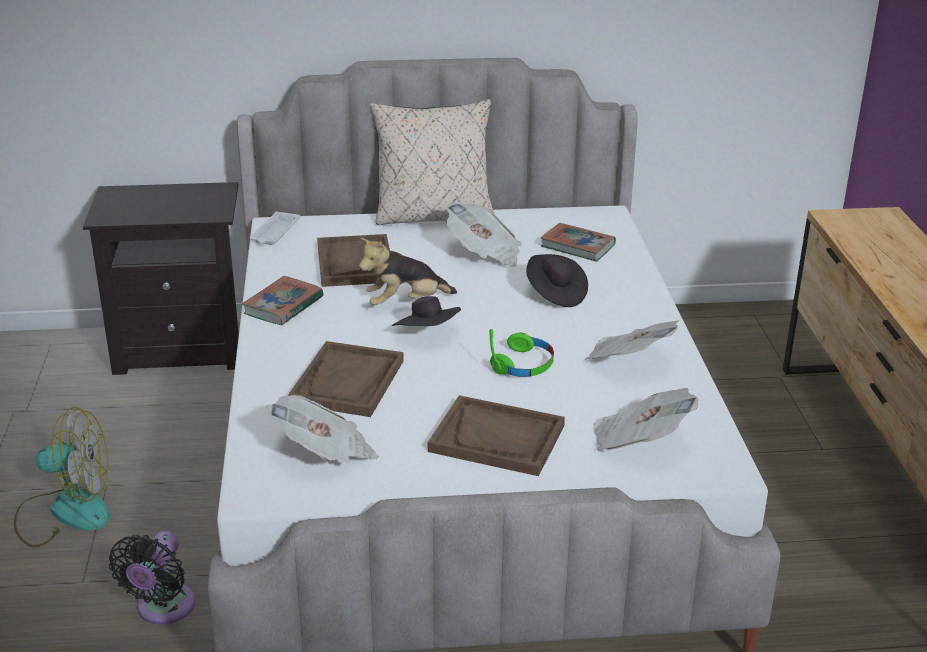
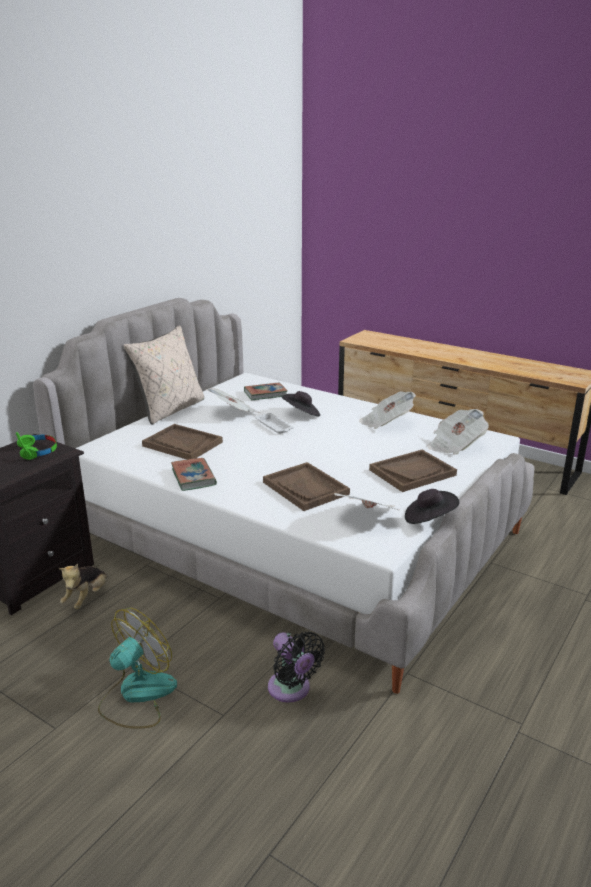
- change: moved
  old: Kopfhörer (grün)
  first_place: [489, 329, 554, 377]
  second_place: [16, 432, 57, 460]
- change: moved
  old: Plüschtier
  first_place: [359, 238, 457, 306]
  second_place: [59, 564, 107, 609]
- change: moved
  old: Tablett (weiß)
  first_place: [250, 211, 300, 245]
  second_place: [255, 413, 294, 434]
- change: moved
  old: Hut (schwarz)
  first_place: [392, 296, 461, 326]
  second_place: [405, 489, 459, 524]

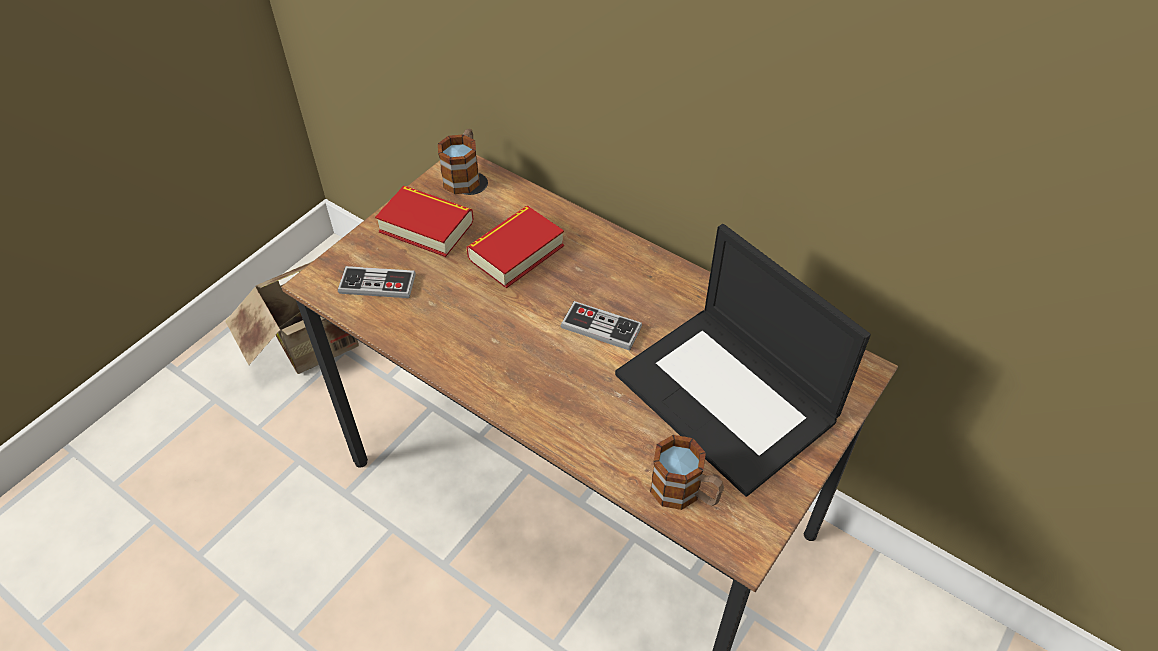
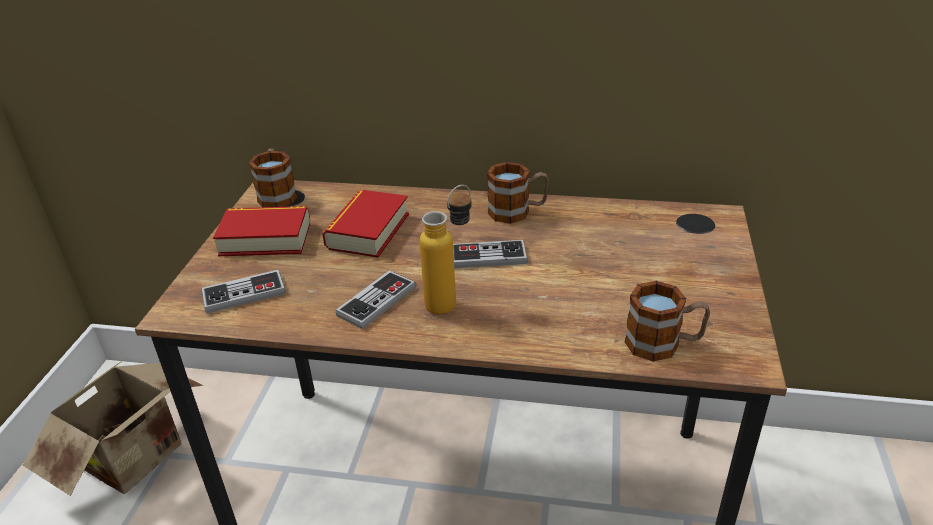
- change: added
  new: Gamepad
  second_place: [336, 270, 416, 329]
- change: added
  new: Flasche
  second_place: [419, 185, 471, 315]
- change: added
  new: Henkelbecher
  second_place: [487, 162, 549, 224]
- change: removed
  old: Laptop
  first_place: [615, 224, 871, 497]

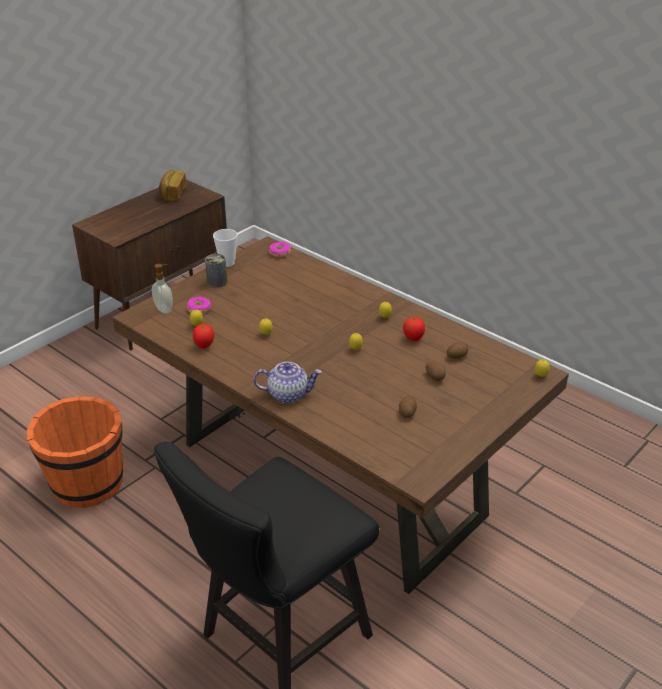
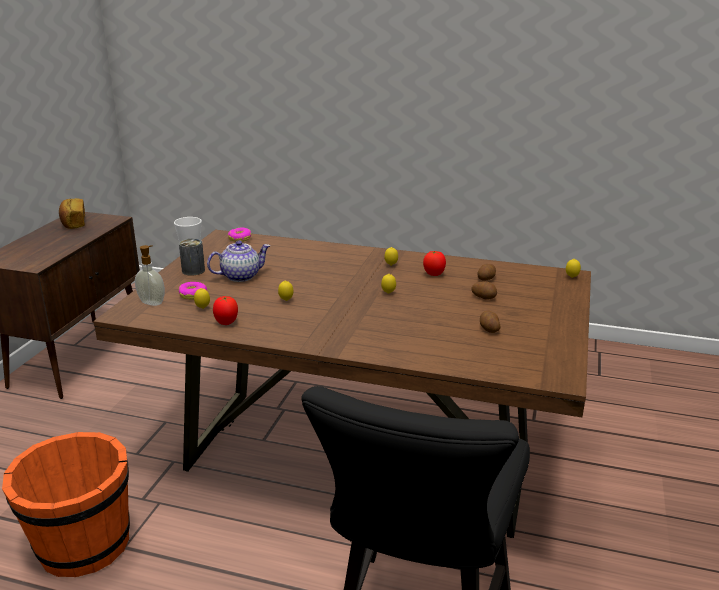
- change: moved
  old: Teekanne
  first_place: [253, 362, 322, 404]
  second_place: [207, 240, 270, 282]

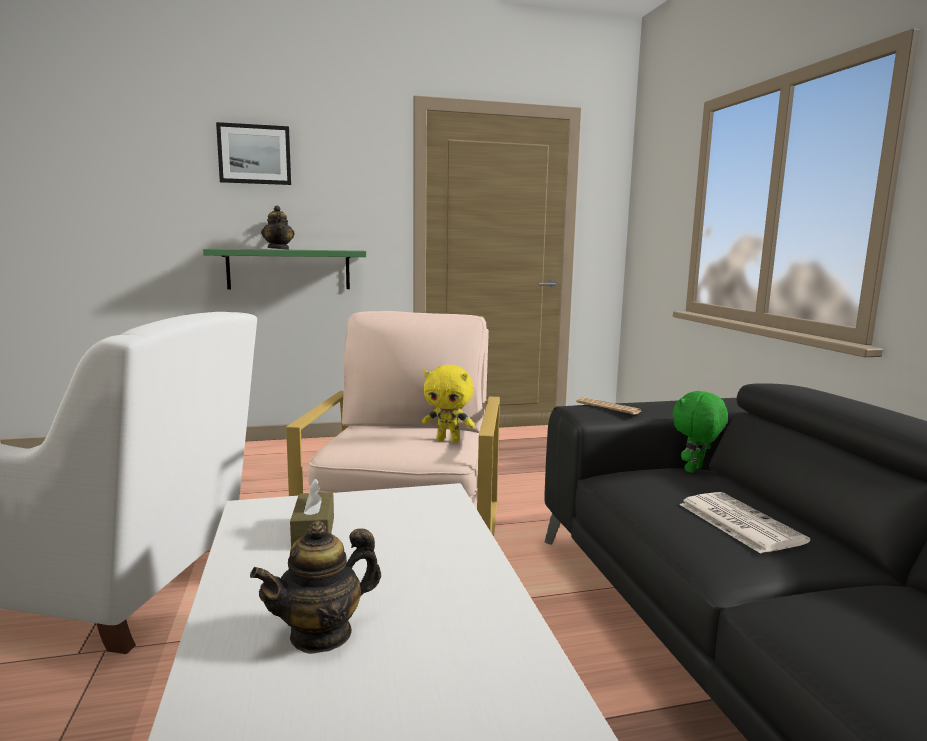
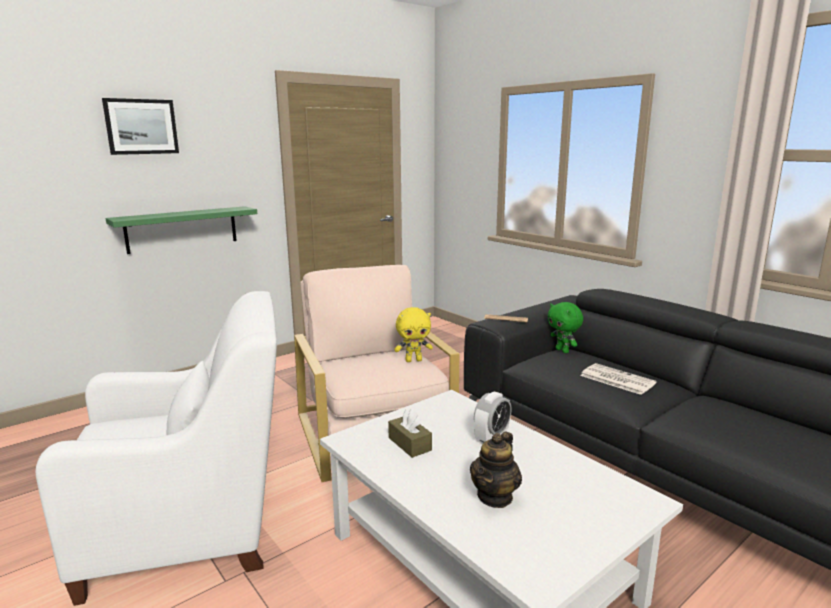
- change: added
  new: Wecker
  second_place: [474, 392, 512, 442]
- change: turned
  old: Plüschtier (grün)
  first_place: [673, 391, 728, 473]
  second_place: [547, 302, 583, 353]
  degrees: -45
- change: removed
  old: Teekanne
  first_place: [261, 205, 294, 250]

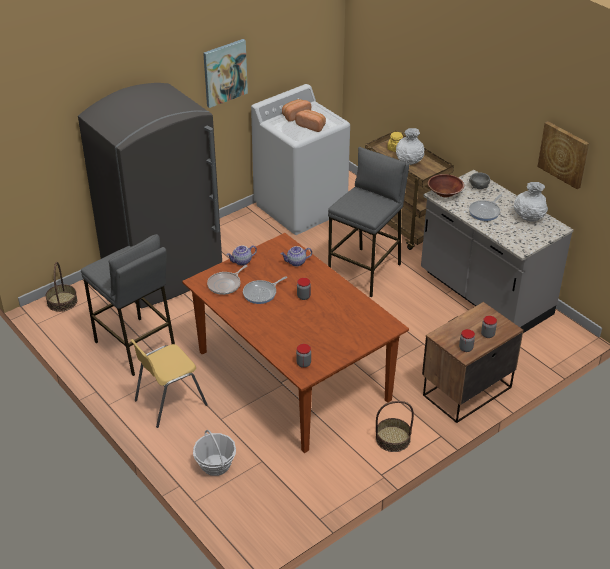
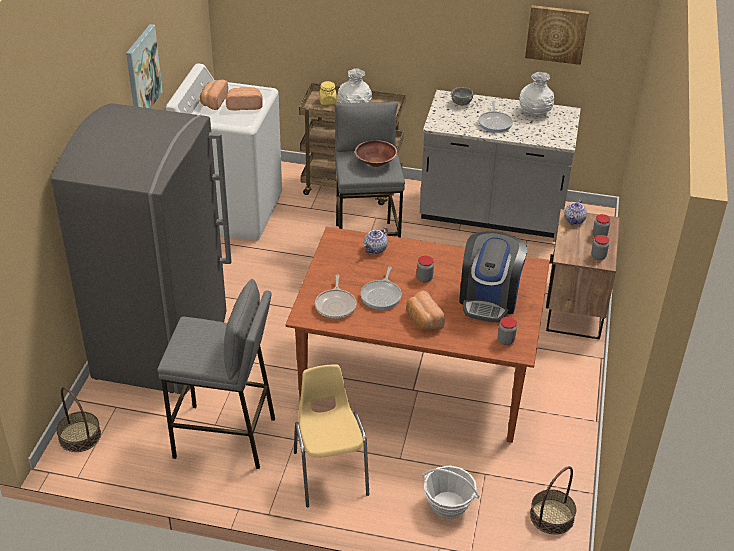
- change: turned
  old: Stuhl (gelb)
  first_place: [130, 339, 207, 428]
  second_place: [294, 365, 369, 507]
  degrees: 150
- change: moved
  old: Schüssel (braun)
  first_place: [428, 174, 464, 197]
  second_place: [355, 140, 397, 167]
- change: added
  new: Brot
  second_place: [406, 291, 445, 330]
- change: added
  new: Kaffeemaschine
  second_place: [459, 231, 527, 322]
- change: moved
  old: Korb
  first_place: [376, 401, 414, 452]
  second_place: [530, 466, 576, 534]
- change: moved
  old: Teekanne
  first_place: [227, 245, 257, 266]
  second_place: [564, 199, 587, 225]

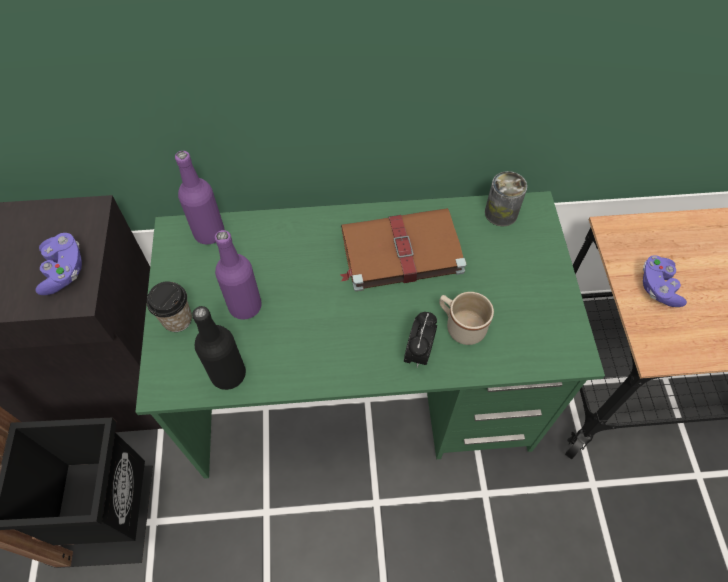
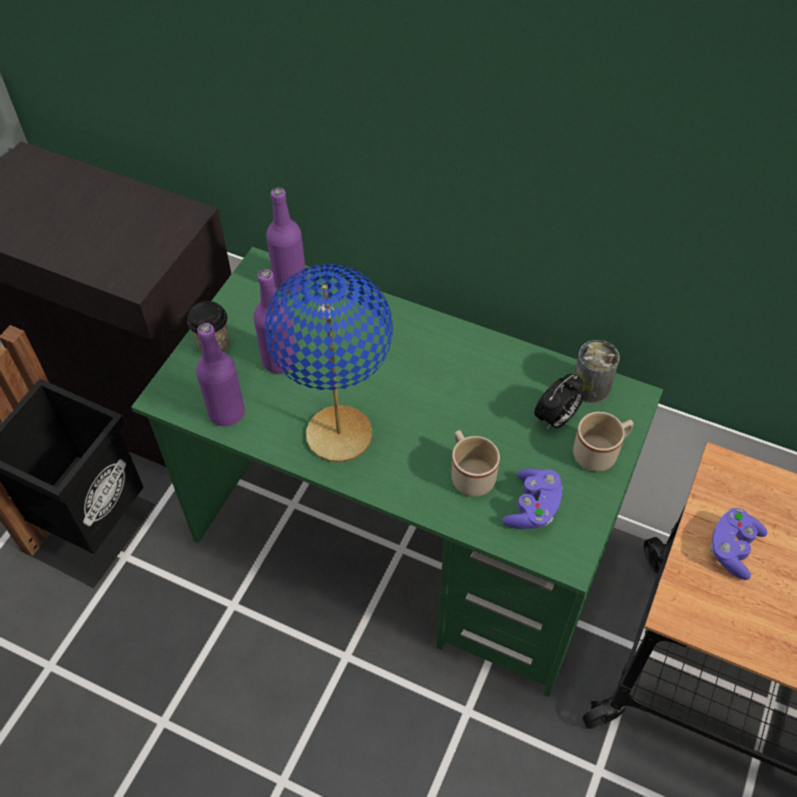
- change: recoloured
  old: Flasche (schwarz)
  new: Flasche (lila)
  first_place: [192, 306, 246, 390]
  second_place: [196, 323, 245, 426]
- change: added
  new: Tischlampe (blau)
  second_place: [265, 264, 393, 462]
- change: moved
  old: Gamepad (lila)
  first_place: [36, 233, 82, 295]
  second_place: [502, 468, 563, 529]
- change: moved
  old: Wecker
  first_place: [404, 312, 437, 367]
  second_place: [534, 374, 584, 430]
- change: added
  new: Henkelbecher (beige)
  second_place: [573, 412, 633, 472]
- change: removed
  old: Buch (braun)
  first_place: [340, 208, 467, 291]

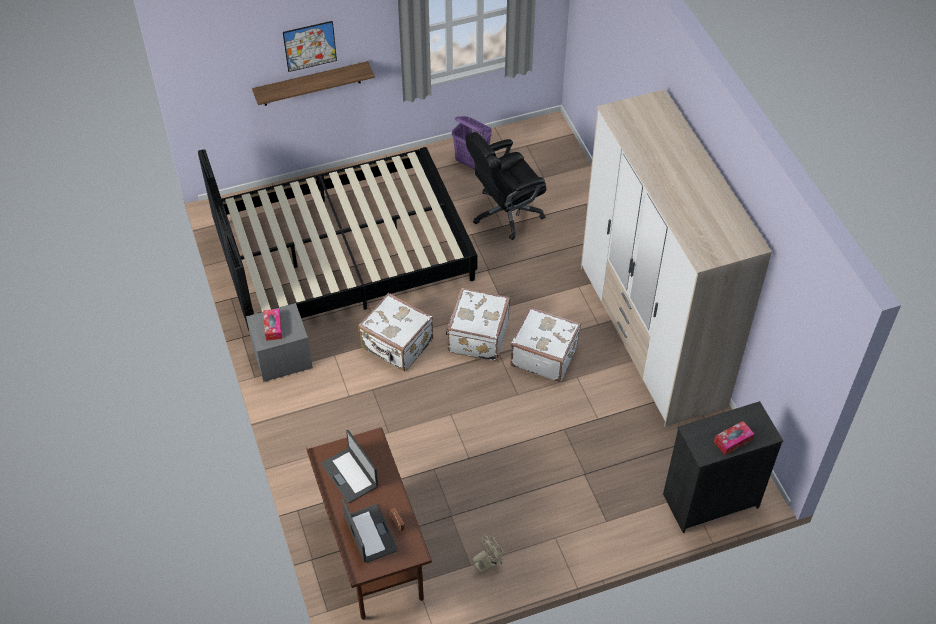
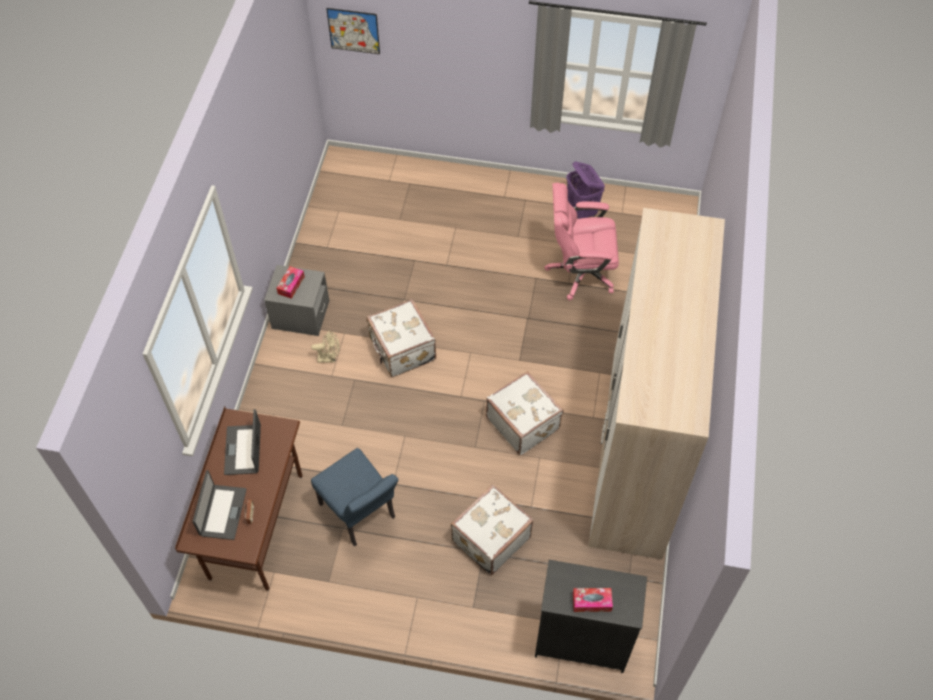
- change: moved
  old: Ventilator (beige)
  first_place: [472, 534, 504, 574]
  second_place: [311, 330, 339, 363]
- change: added
  new: Stuhl (blau)
  second_place: [311, 448, 399, 546]
- change: moved
  old: Bild
  first_place: [283, 21, 337, 72]
  second_place: [326, 8, 380, 54]
- change: moved
  old: Koffer (weiß)
  first_place: [446, 288, 510, 361]
  second_place: [451, 484, 534, 575]
- change: recoloured
  old: Bürostuhl (schwarz)
  new: Bürostuhl (rosa)
  first_place: [465, 132, 546, 240]
  second_place: [544, 183, 619, 300]
- change: removed
  old: Bett (schwarz)
  first_place: [198, 147, 478, 331]
- change: removed
  old: Wandregal
  first_place: [252, 61, 375, 106]

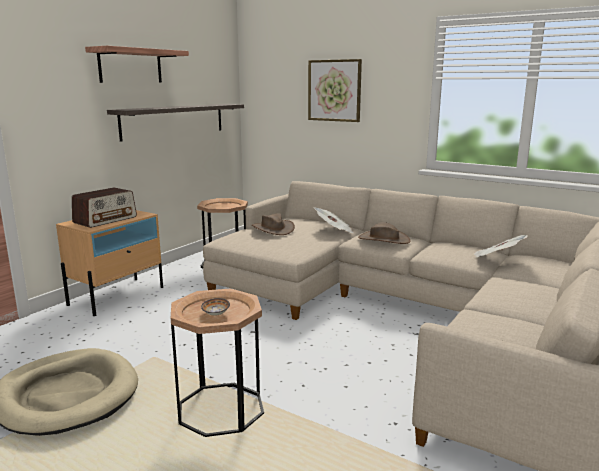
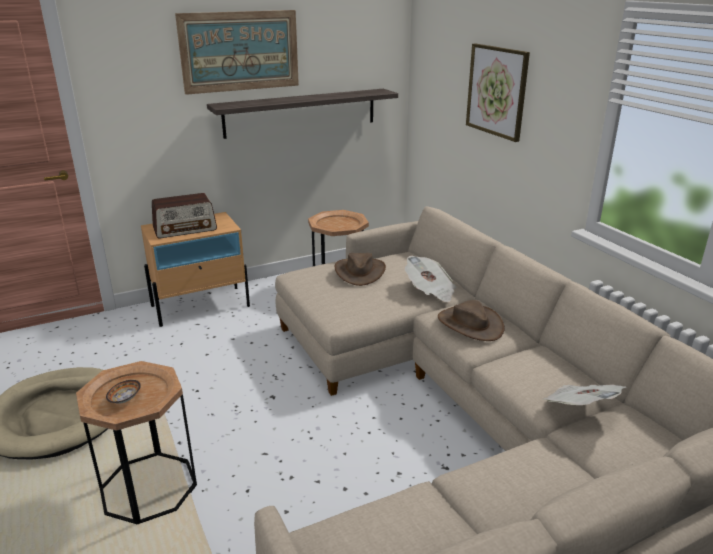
- change: replaced
  old: Wandregal
  new: Bild
  first_place: [85, 46, 189, 83]
  second_place: [175, 10, 299, 95]

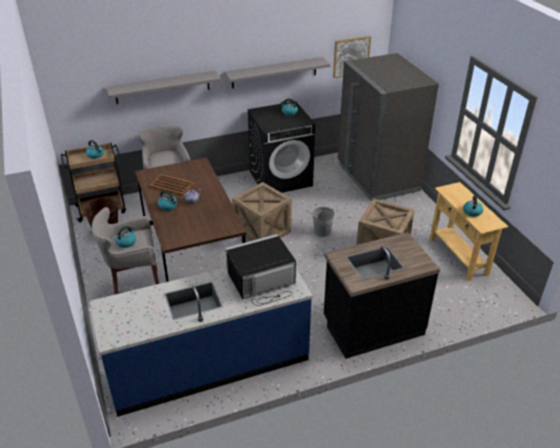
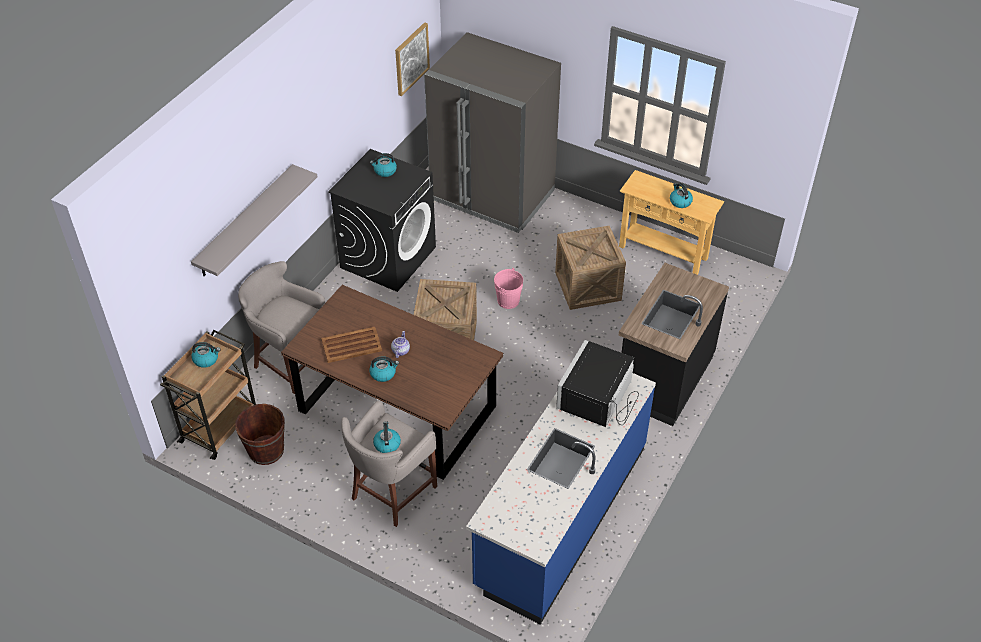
- change: recoloured
  old: Eimer (grau)
  new: Eimer (rosa)
  first_place: [312, 207, 335, 237]
  second_place: [494, 268, 523, 309]
- change: removed
  old: Wandregal (grau)
  first_place: [224, 57, 330, 88]

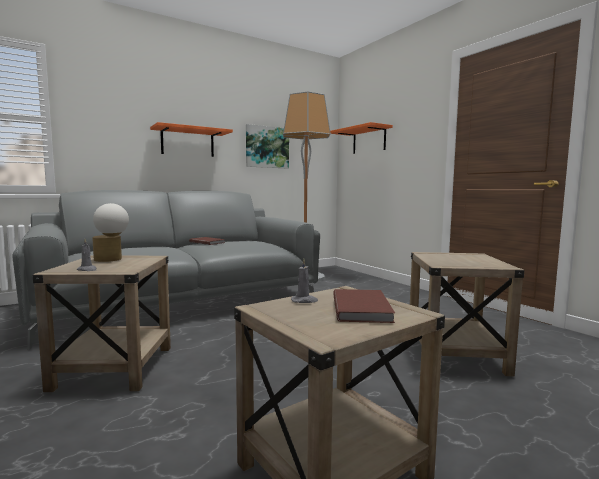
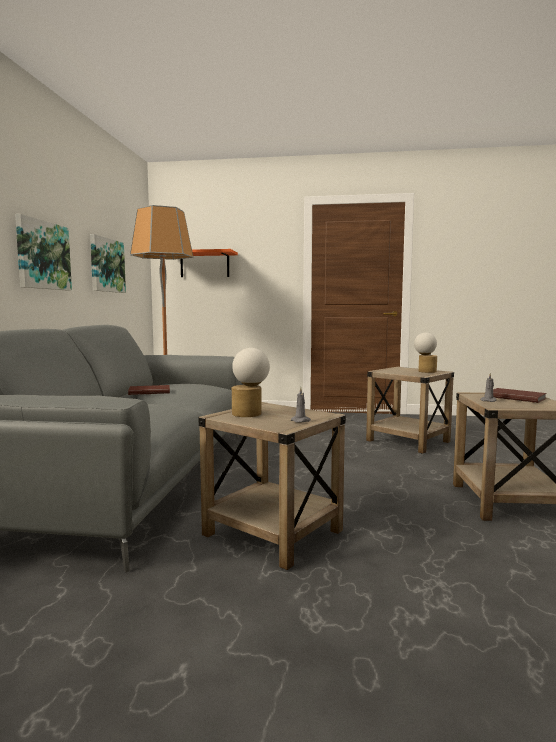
- change: replaced
  old: Wandregal (orange)
  new: Bild
  first_place: [150, 122, 233, 157]
  second_place: [15, 214, 72, 290]
- change: added
  new: Tischlampe
  second_place: [414, 333, 437, 373]

